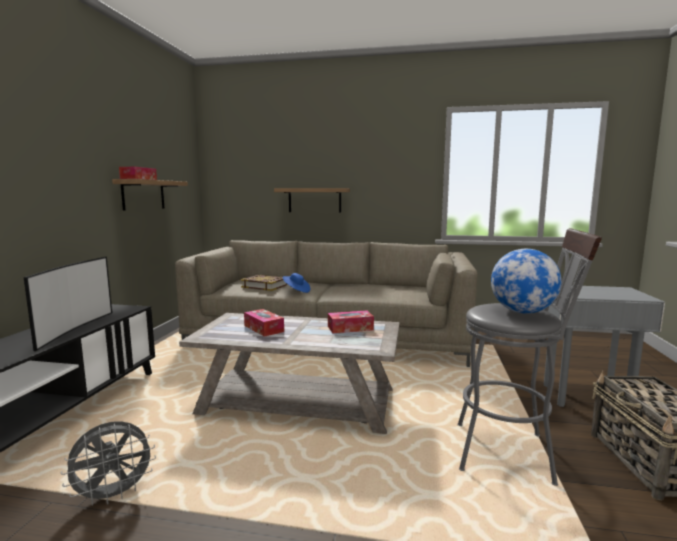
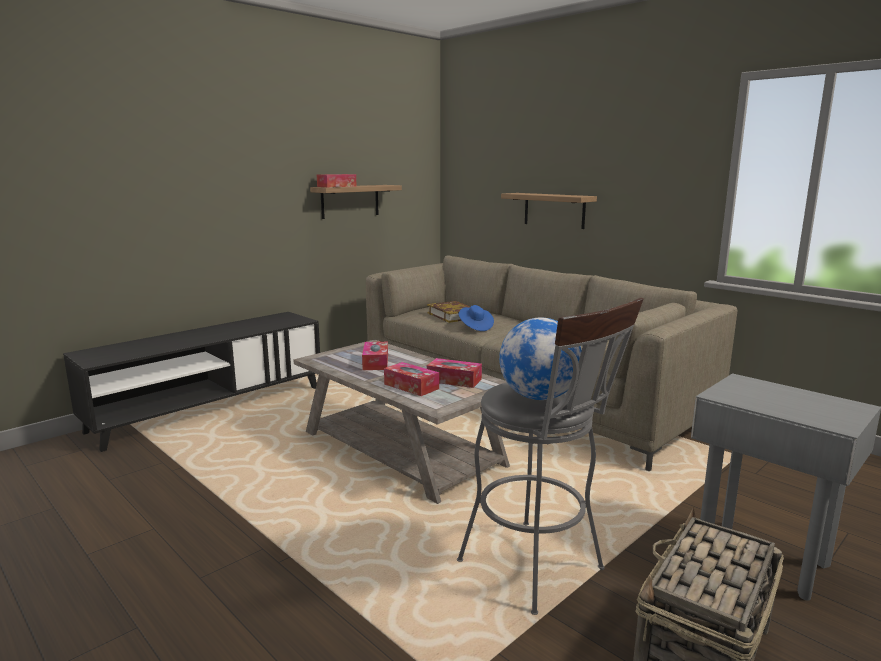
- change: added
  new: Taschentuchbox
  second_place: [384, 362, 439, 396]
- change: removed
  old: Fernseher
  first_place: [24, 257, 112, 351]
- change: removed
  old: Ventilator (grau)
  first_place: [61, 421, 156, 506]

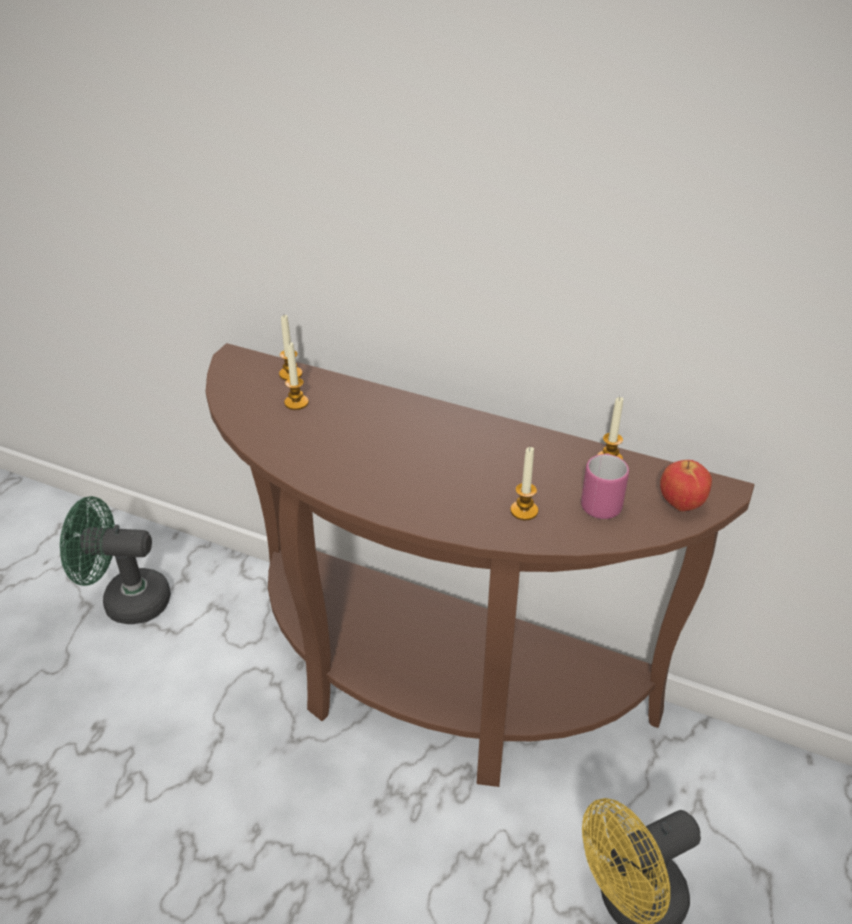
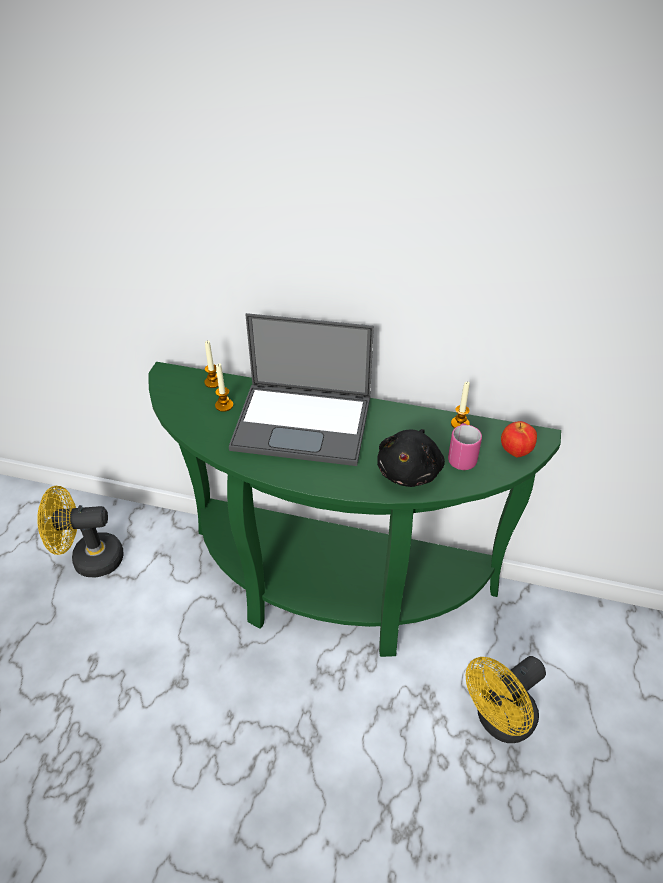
- change: recoloured
  old: Ventilator (grün)
  new: Ventilator (gelb)
  first_place: [60, 496, 171, 624]
  second_place: [37, 486, 123, 577]
- change: recoloured
  old: Konsolentisch (braun)
  new: Konsolentisch (grün)
  first_place: [206, 343, 754, 787]
  second_place: [149, 362, 561, 657]
- change: added
  new: Laptop
  second_place: [229, 313, 374, 466]
- change: replaced
  old: Kerze
  new: Plüschtier (schwarz)
  first_place: [510, 447, 538, 520]
  second_place: [377, 429, 445, 487]

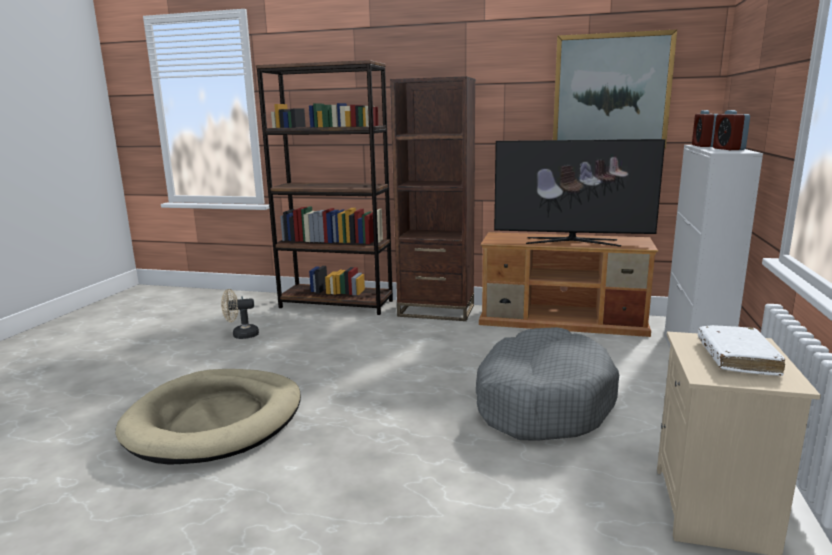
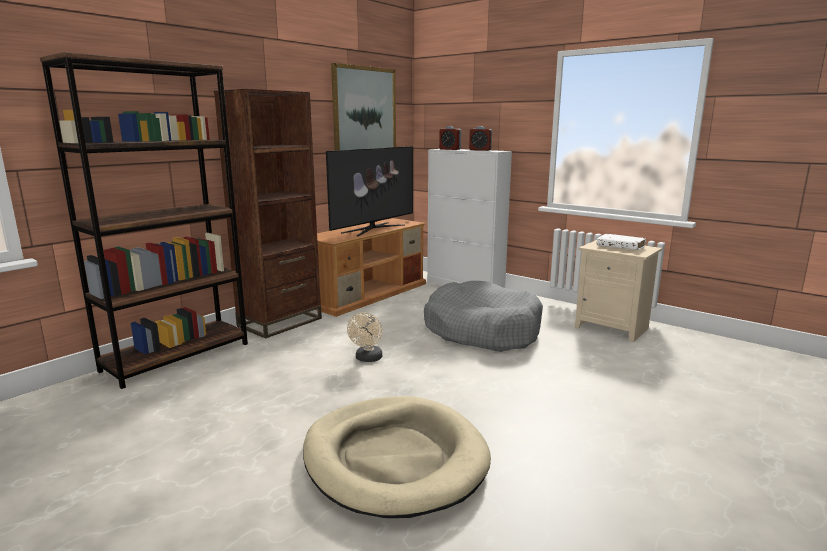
- change: moved
  old: Ventilator (beige)
  first_place: [221, 289, 259, 339]
  second_place: [347, 312, 383, 362]

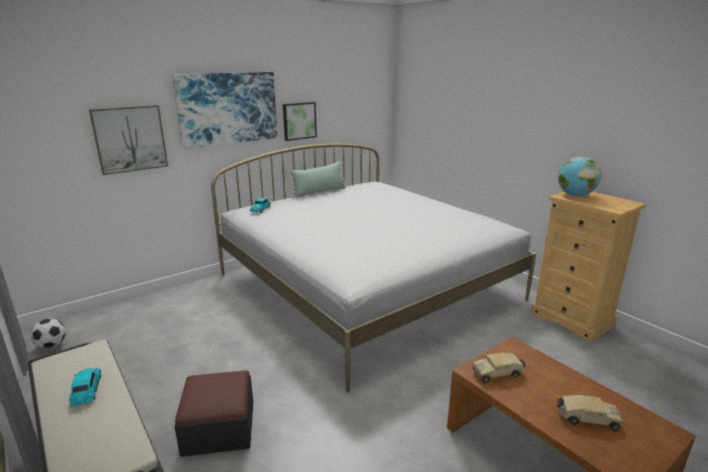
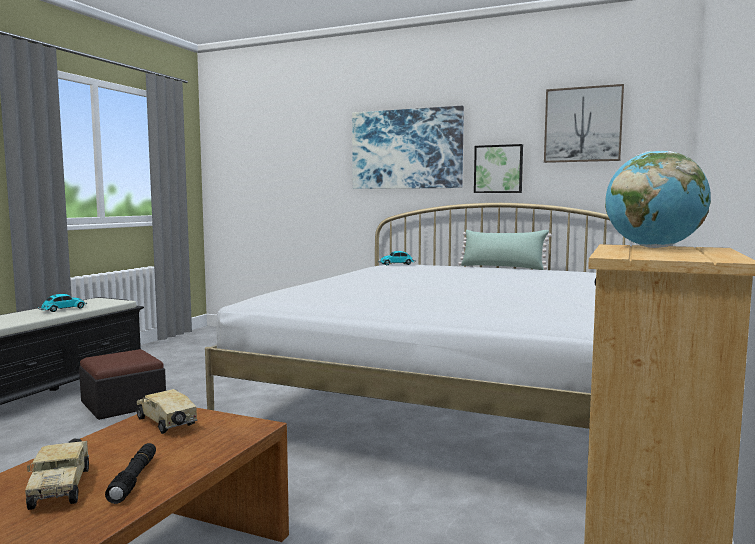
- change: added
  new: Taschenlampe (schwarz)
  second_place: [105, 443, 156, 504]
- change: moved
  old: Bild
  first_place: [89, 105, 168, 175]
  second_place: [544, 84, 624, 163]
- change: removed
  old: Fußball
  first_place: [31, 318, 66, 348]

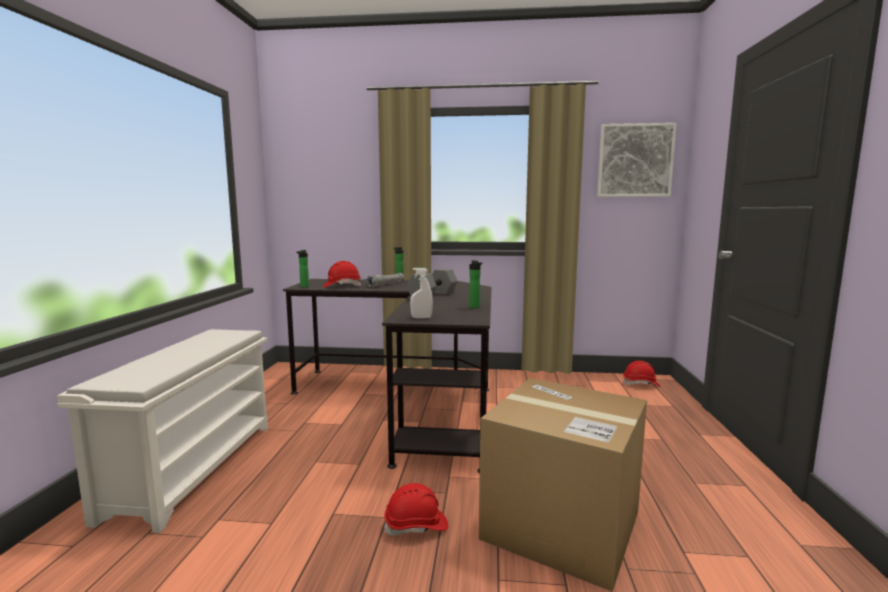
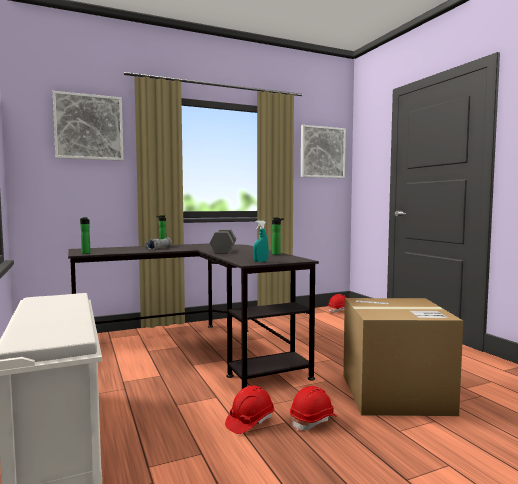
- change: added
  new: Bild
  second_place: [53, 91, 124, 161]
- change: moved
  old: Schutzhelm (rot)
  first_place: [323, 261, 361, 288]
  second_place: [225, 386, 274, 434]
- change: recoloured
  old: Sprühflasche (weiß)
  new: Sprühflasche (türkis)
  first_place: [410, 268, 433, 318]
  second_place: [254, 220, 269, 262]

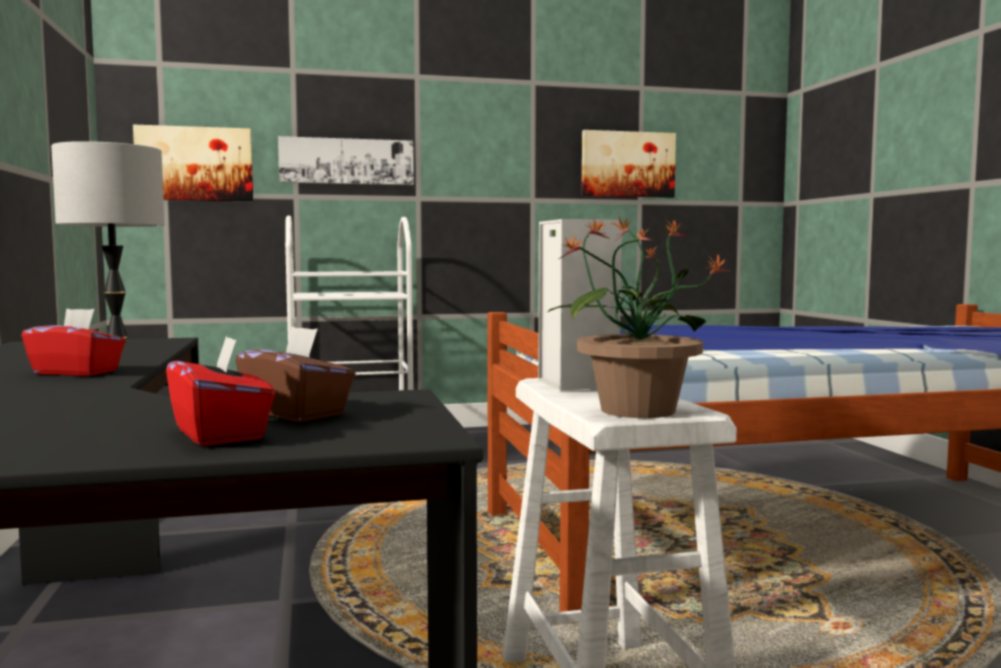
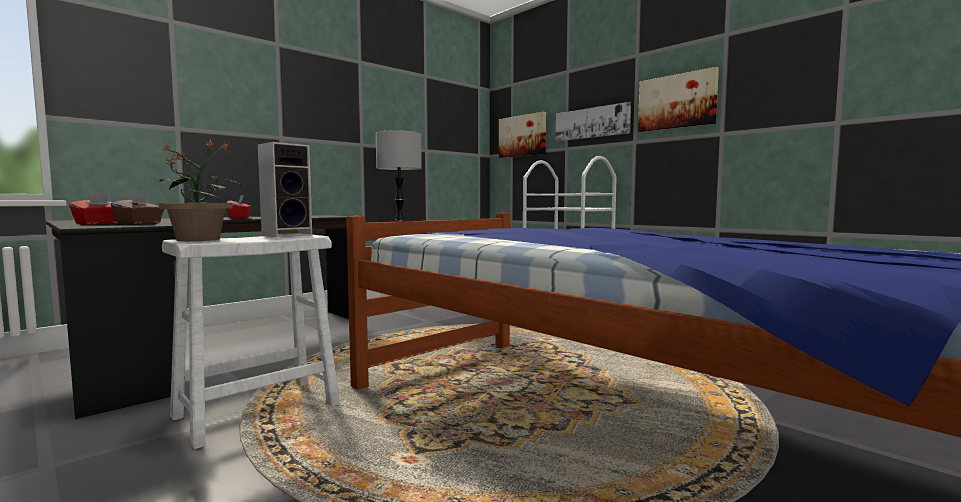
- change: moved
  old: Bild
  first_place: [582, 130, 676, 198]
  second_place: [638, 67, 719, 132]

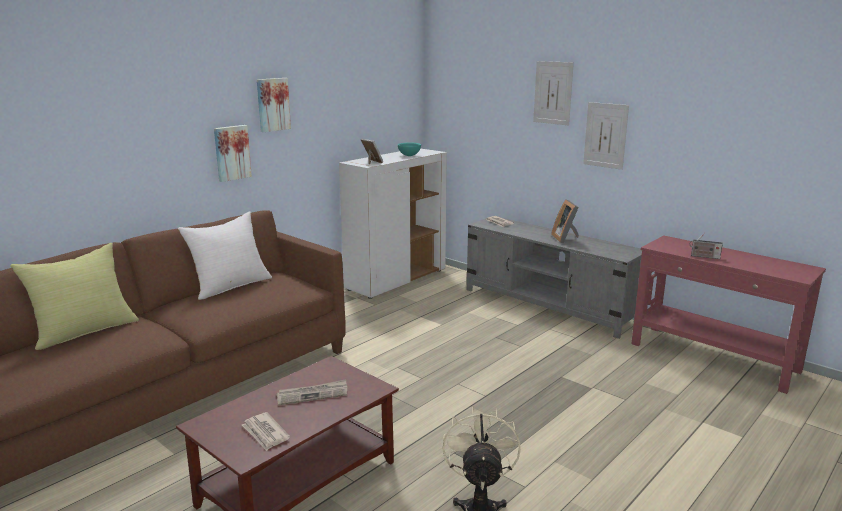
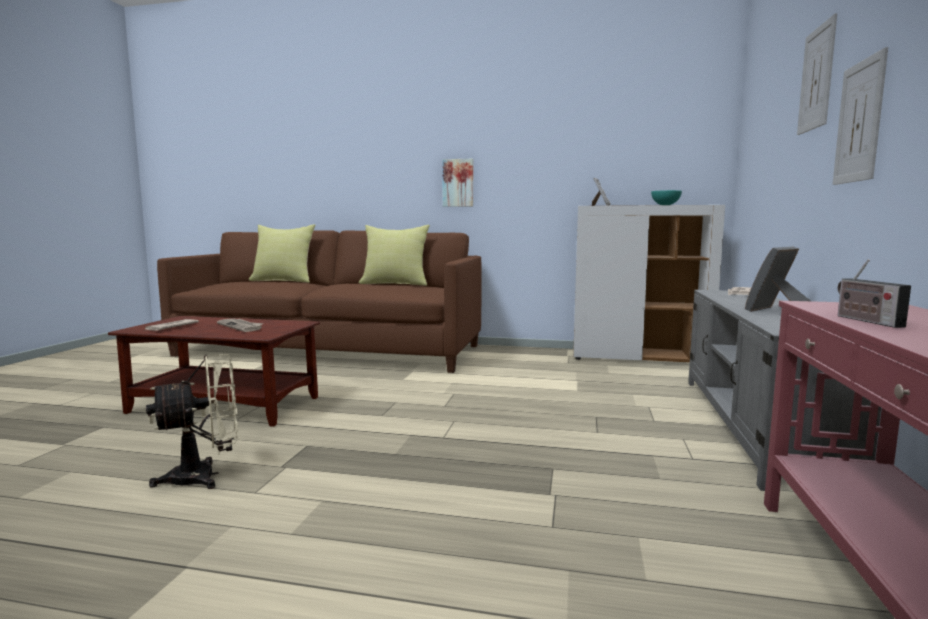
- change: recoloured
  old: Kissen (weiß)
  new: Kissen (gelb)
  first_place: [178, 211, 272, 300]
  second_place: [358, 225, 430, 286]
- change: removed
  old: Bild
  first_place: [257, 78, 291, 132]

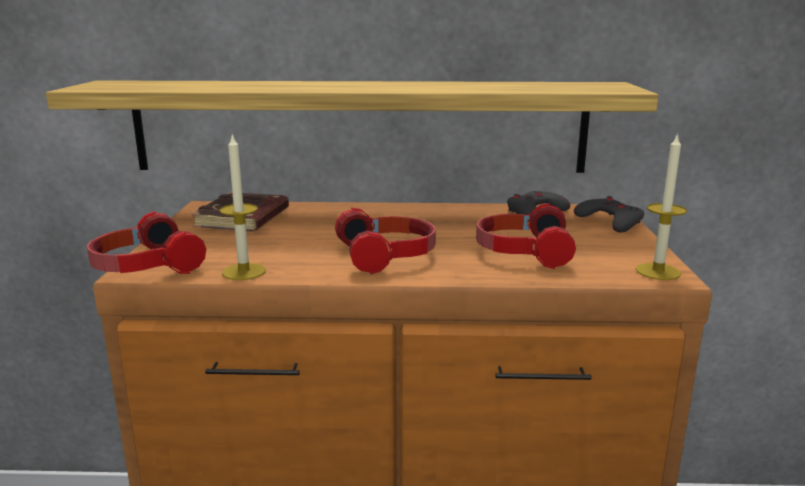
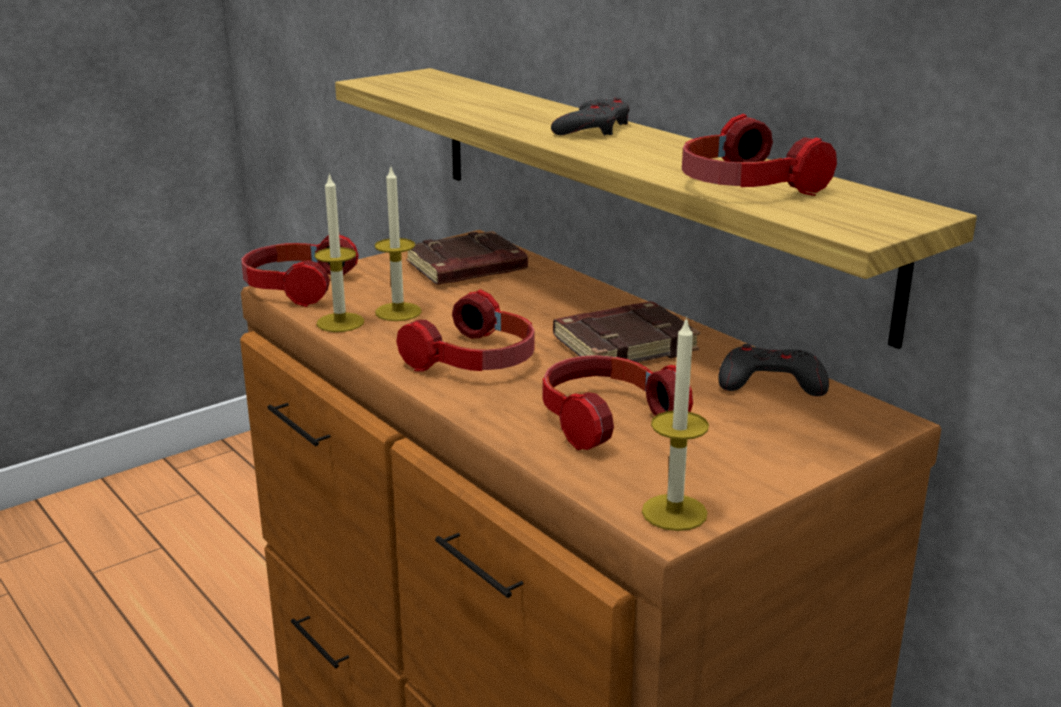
- change: added
  new: Kerze
  second_place: [375, 167, 422, 321]
- change: moved
  old: Gamepad (grau)
  first_place: [574, 196, 644, 232]
  second_place: [551, 97, 630, 135]
- change: added
  new: Buch (braun)
  second_place: [553, 301, 700, 362]
- change: added
  new: Kopfhörer
  second_place: [682, 114, 837, 196]

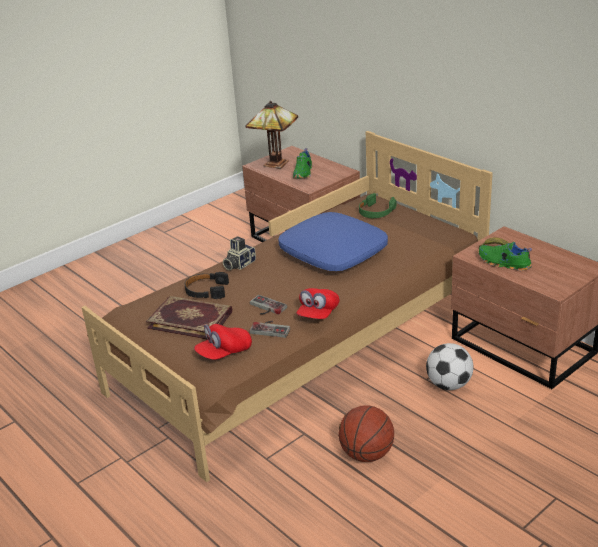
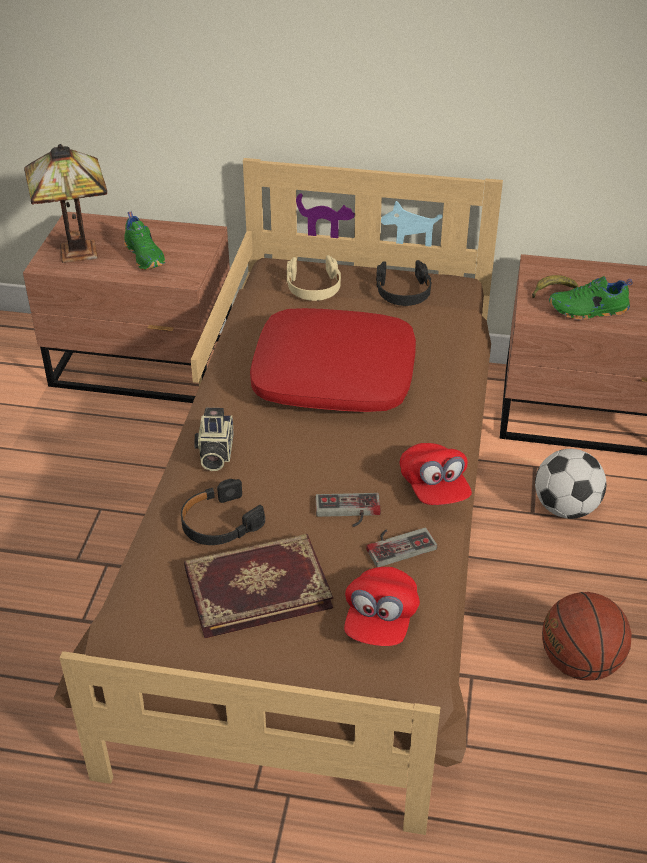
- change: recoloured
  old: Kissen (blau)
  new: Kissen (rot)
  first_place: [278, 212, 388, 271]
  second_place: [250, 308, 416, 412]
- change: recoloured
  old: Kopfhörer (grün)
  new: Kopfhörer (beige)
  first_place: [359, 193, 397, 218]
  second_place: [287, 255, 341, 301]
- change: added
  new: Kopfhörer (schwarz)
  second_place: [376, 260, 432, 306]

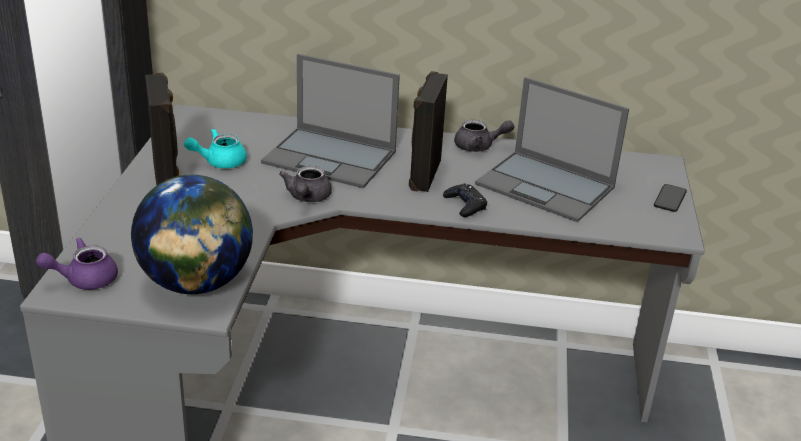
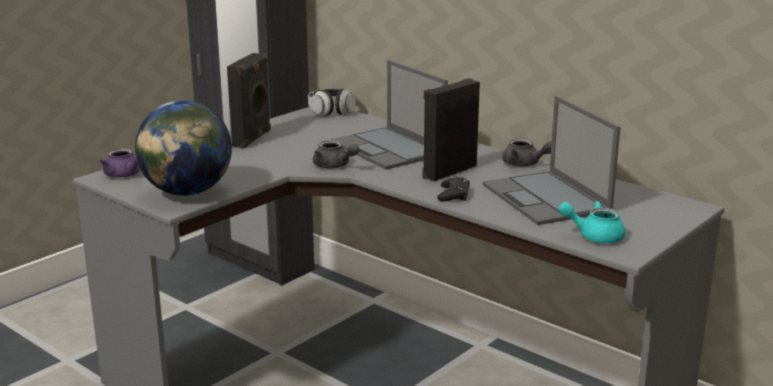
- change: turned
  old: Teekanne (lila)
  first_place: [36, 238, 118, 290]
  second_place: [100, 148, 140, 177]
  degrees: -150
- change: added
  new: Kopfhörer
  second_place: [308, 89, 356, 116]
- change: turned
  old: Teekanne (grau)
  first_place: [279, 166, 332, 202]
  second_place: [313, 140, 360, 169]
  degrees: -90
- change: moved
  old: Teekanne (türkis)
  first_place: [184, 129, 247, 168]
  second_place: [558, 201, 626, 243]
- change: removed
  old: Handy
  first_place: [654, 184, 687, 212]

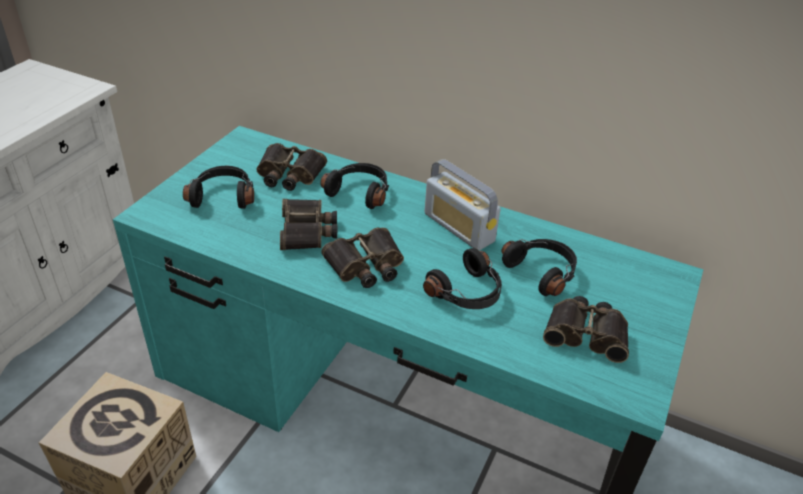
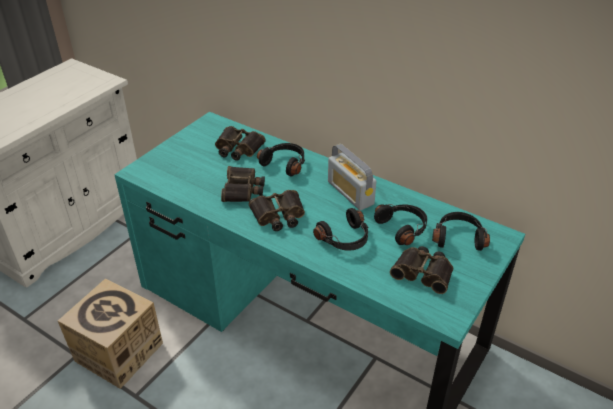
- change: moved
  old: Kopfhörer (schwarz)
  first_place: [183, 166, 254, 209]
  second_place: [432, 212, 490, 251]

